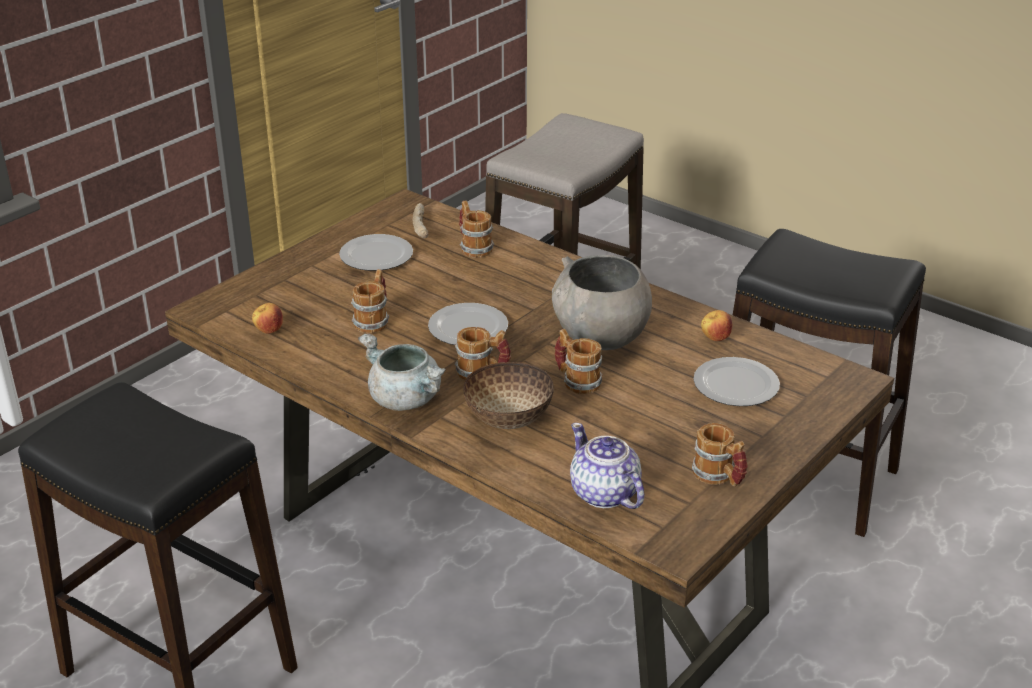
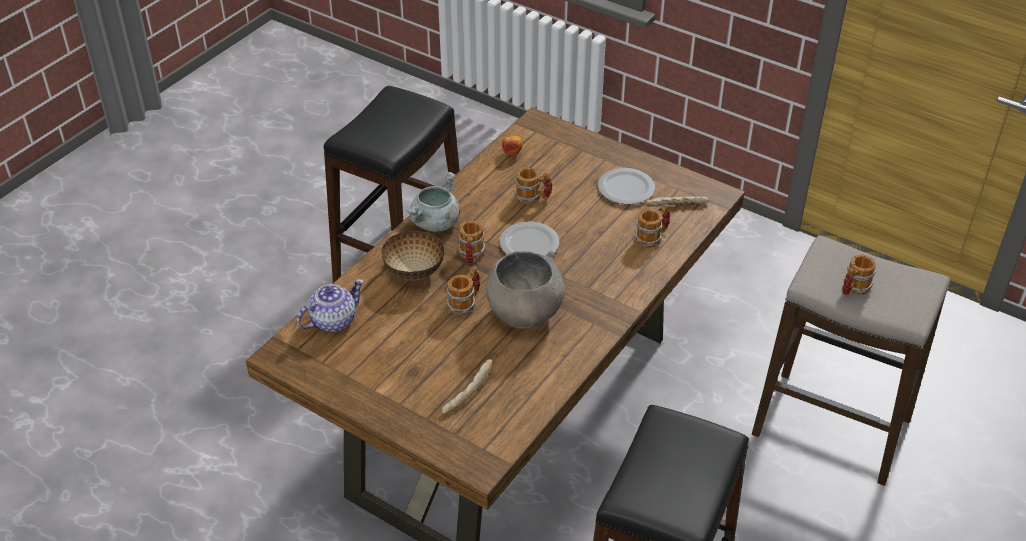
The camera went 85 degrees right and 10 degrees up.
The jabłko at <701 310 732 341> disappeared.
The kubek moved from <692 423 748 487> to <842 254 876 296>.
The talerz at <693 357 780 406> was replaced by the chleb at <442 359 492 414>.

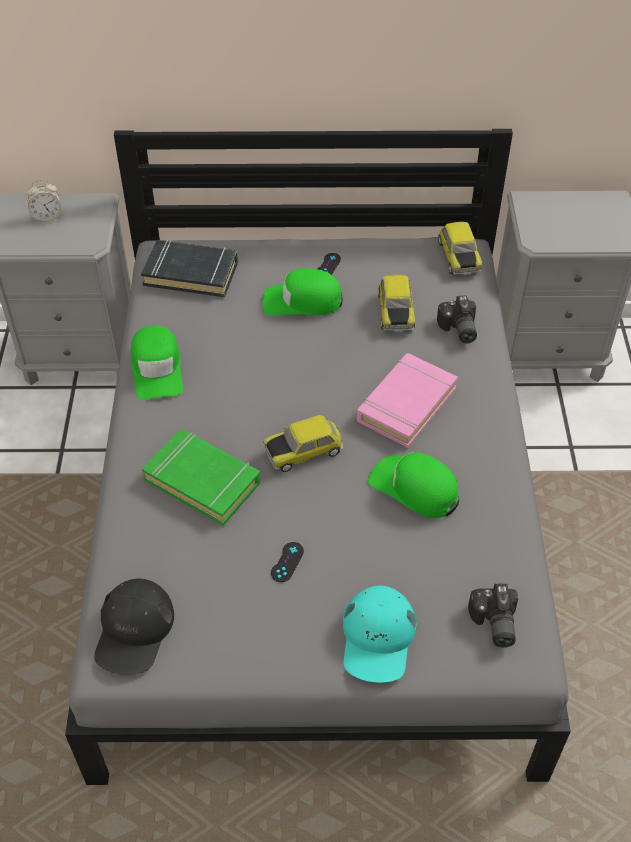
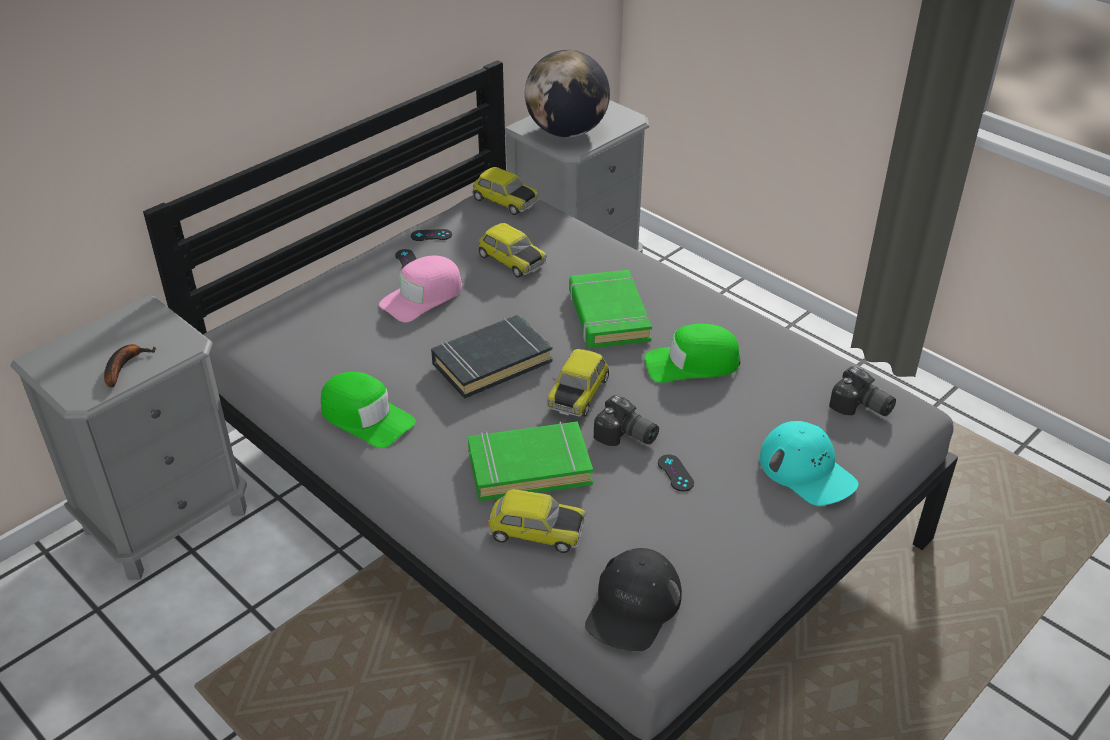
The camera went 45 degrees left and 10 degrees down.
The budzik at <27 180 61 223> disappeared.
The banan at <104 344 156 388> appeared.
The pad do gier/czarny at <411 229 452 241> appeared.
The samochodzik at <488 489 586 553> appeared.
The globus at <525 50 610 137> appeared.
The książka/czarny moved from <141 239 238 297> to <431 314 553 399>.
The aparat fotograficzny moved from <437 295 477 343> to <594 395 659 446>.
The czapka z daszkiem/zielony at <262 268 343 316> became the czapka z daszkiem/różowy at <379 256 462 322>.
The książka/różowy at <357 353 458 448> became the książka/zielony at <569 270 652 348>.
The czapka z daszkiem/czarny at <94 579 174 675> turned 60 degrees clockwise.

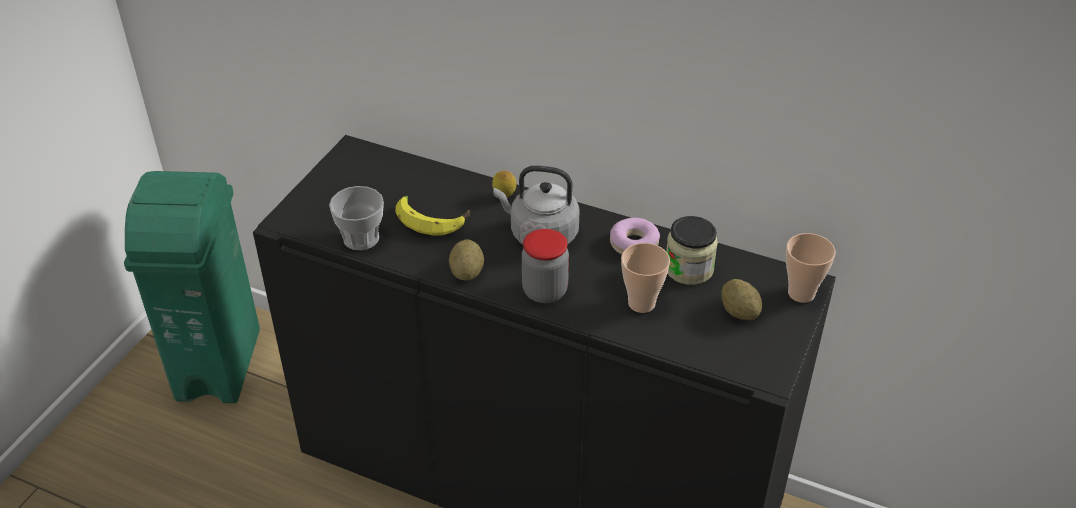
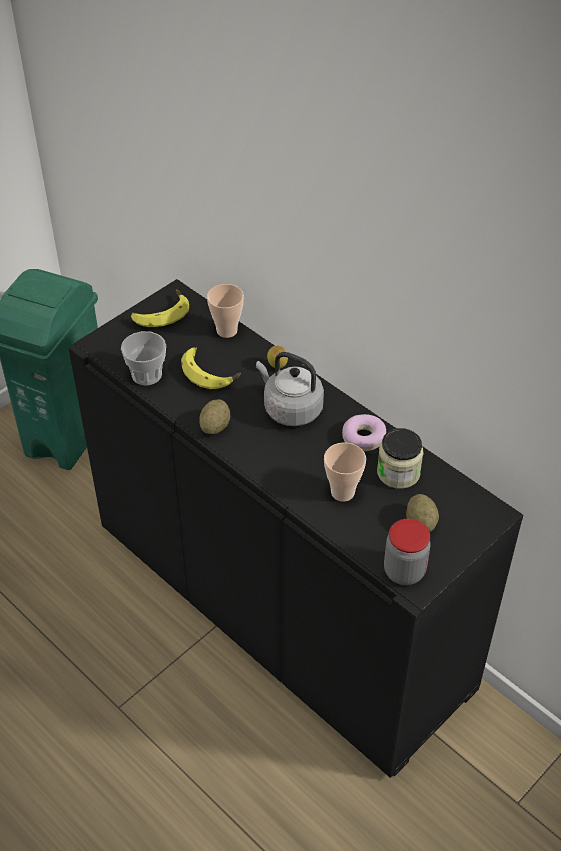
The camera went 20 degrees right and 5 degrees up.
The banan at <131 289 189 327> appeared.
The słoik moved from <522 229 569 303> to <384 519 430 585>.
The filiżanka moved from <786 233 835 303> to <207 284 244 338>.

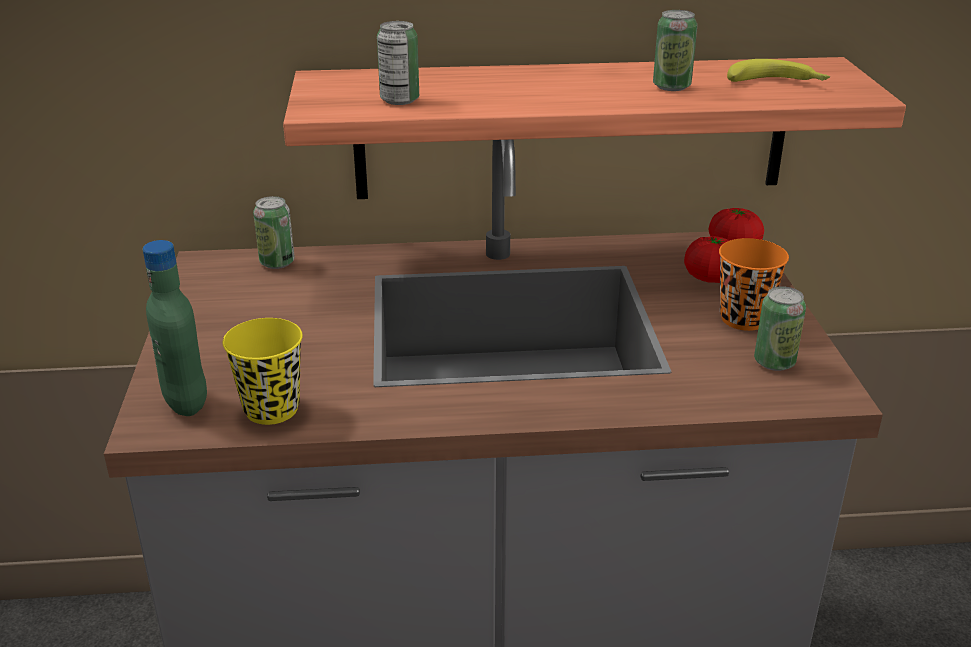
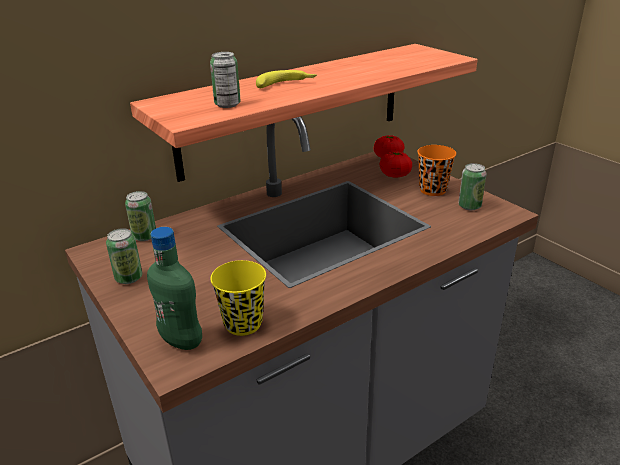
The camera went 30 degrees left and 0 degrees up.
The puszka moved from <653 10 697 91> to <106 228 142 284>.
The banan moved from <727 59 830 82> to <256 70 317 88>.

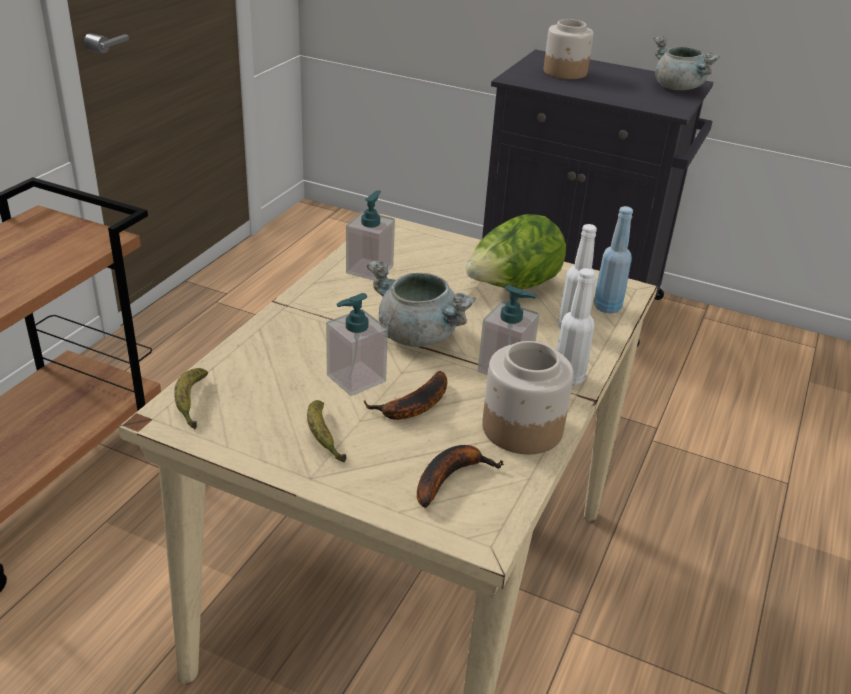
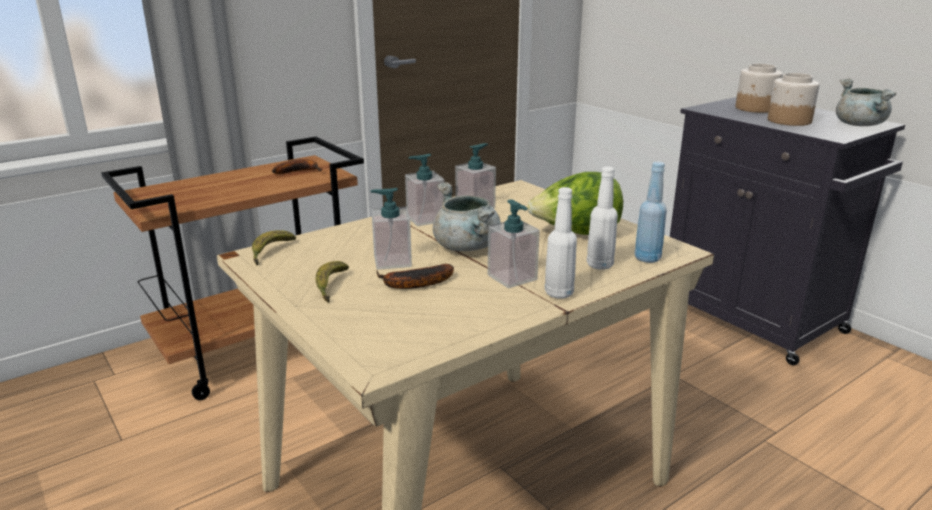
The camera went 30 degrees right and 10 degrees down.
The dozownik mydła at <405 154 444 226> appeared.
The banan moved from <417 445 504 508> to <272 159 322 174>.
The słoik moved from <482 341 573 454> to <768 73 820 126>.

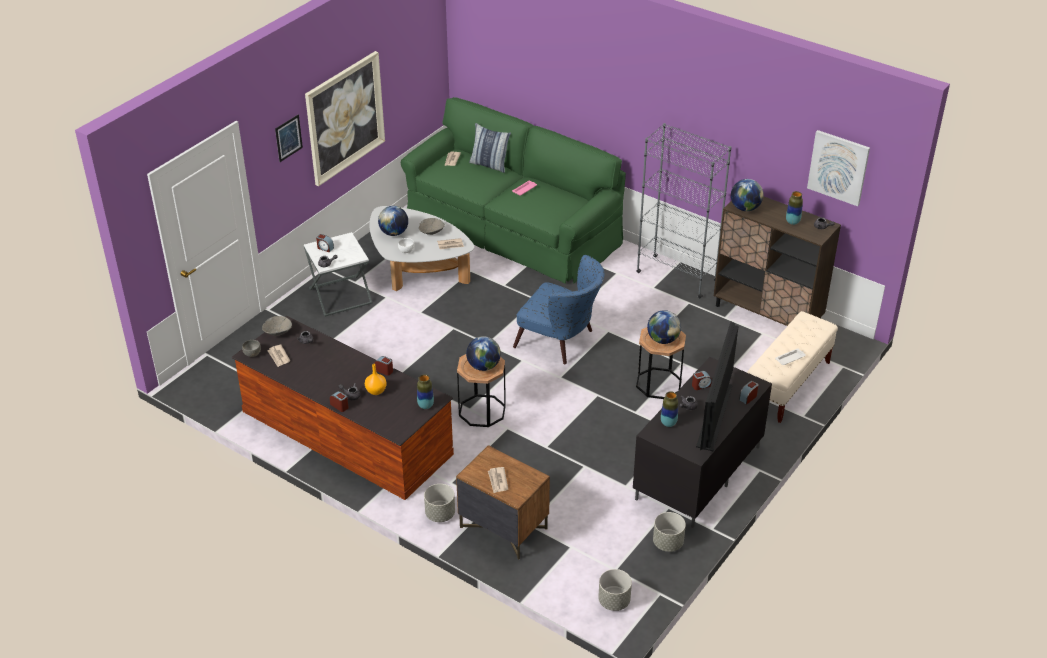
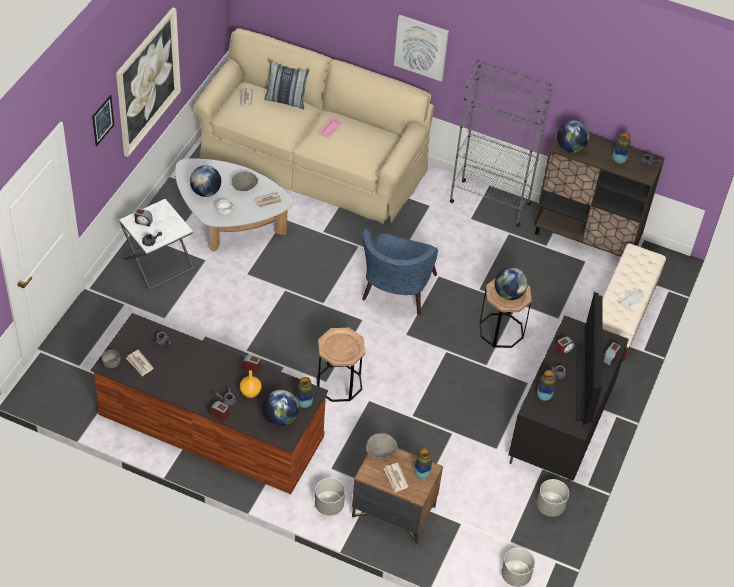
The camera went 15 degrees left and 10 degrees up.
The wazon at <414 448 432 479> appeared.
The miska/szary moved from <262 316 292 336> to <366 433 398 458>.
The globus moved from <466 336 501 371> to <263 390 299 426>.
The obraz moved from <807 130 870 206> to <394 15 449 82>.
The kanapa/zielony at <401 97 626 284> became the kanapa/beżowy at <194 28 434 224>.
The fotel/niebieski at <513 255 604 364> turned 90 degrees clockwise.

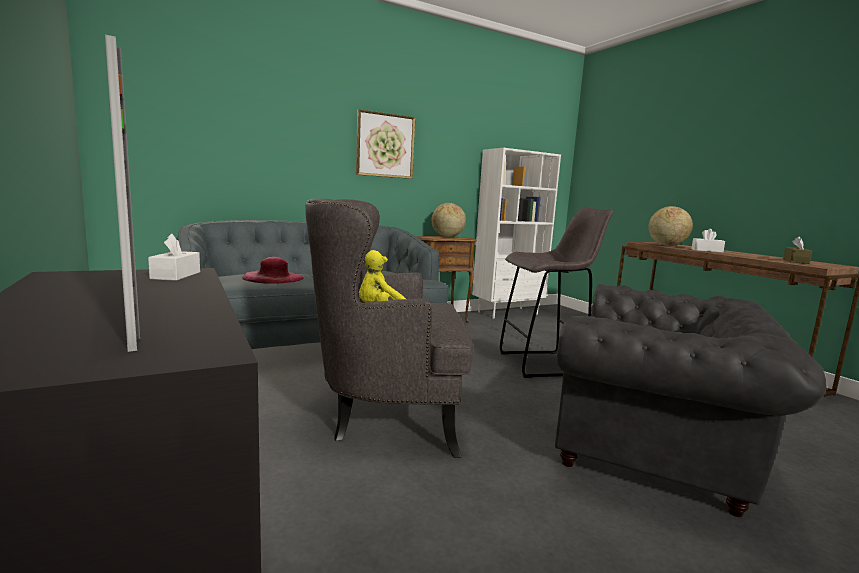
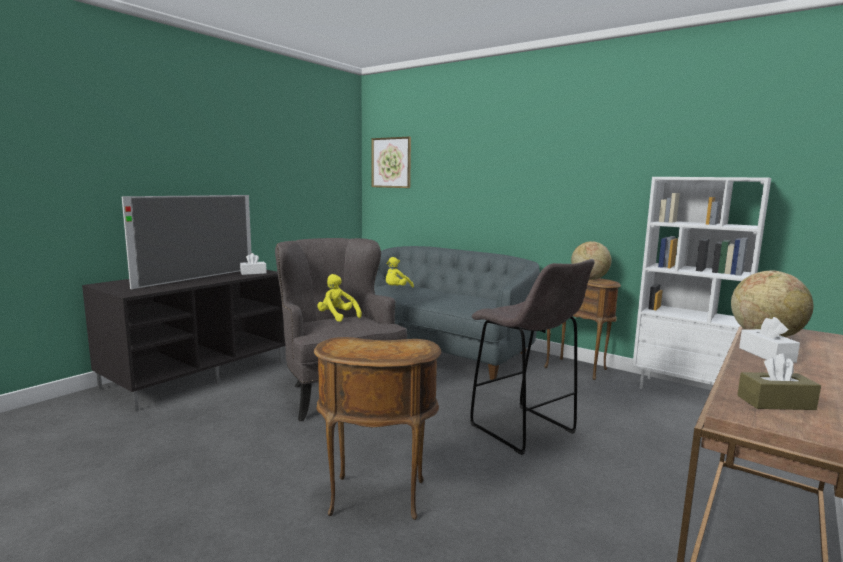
The camera went 65 degrees right and 0 degrees up.
The obraz moved from <356 109 415 179> to <372 137 411 188>.
The kapelusz/różowy at <242 257 304 284> was replaced by the pluszak/żółty at <386 257 414 287>.
The fotel/szary at <555 284 827 517> was replaced by the stolik/brązowy at <314 337 441 520>.

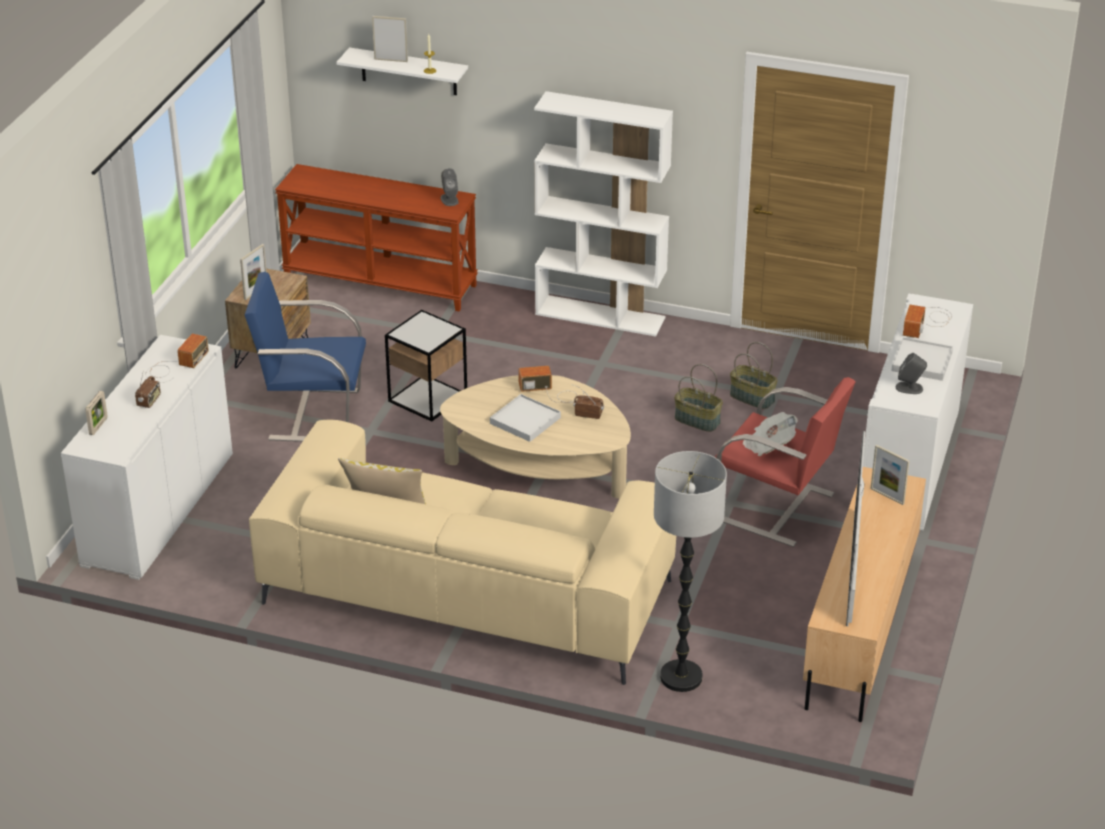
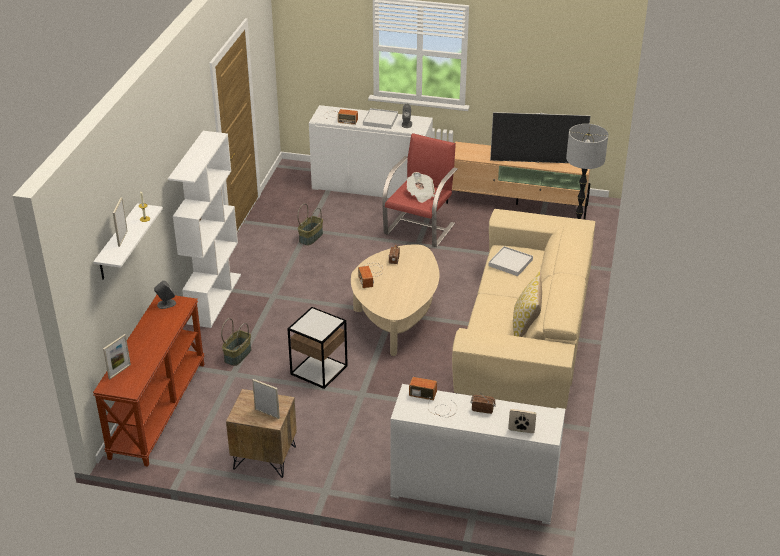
The camera went 95 degrees left and 0 degrees up.
The fotel/niebieski at <245 272 366 442> disappeared.
The taca/biały moved from <490 394 561 442> to <489 246 533 276>.
The koszyk moved from <674 364 723 432> to <221 318 251 366>.
The ramka na zdjęcie moved from <871 445 910 505> to <103 334 131 379>.

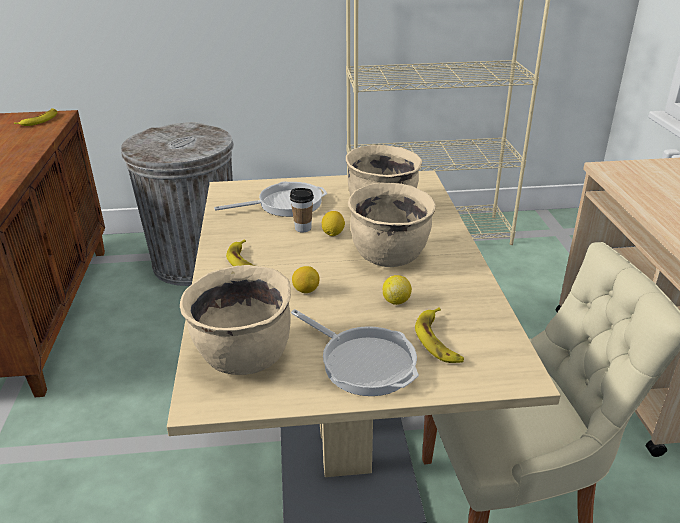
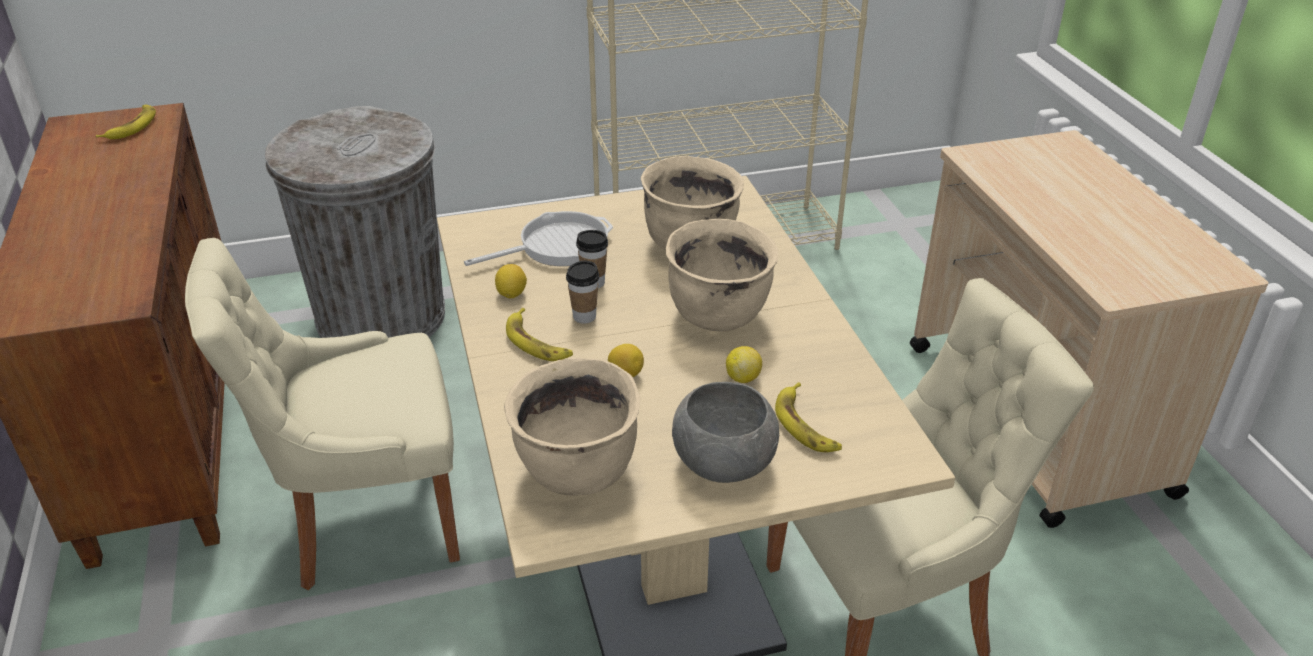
The camera went 10 degrees left and 5 degrees up.
The krzesło/beżowy at <185 238 460 590> appeared.
The filiżanka at <566 261 599 324> appeared.
The cytryna moved from <322 211 345 236> to <495 264 527 298>.
The patelnia at <291 309 419 396> was replaced by the miska/szary at <672 382 779 483>.

